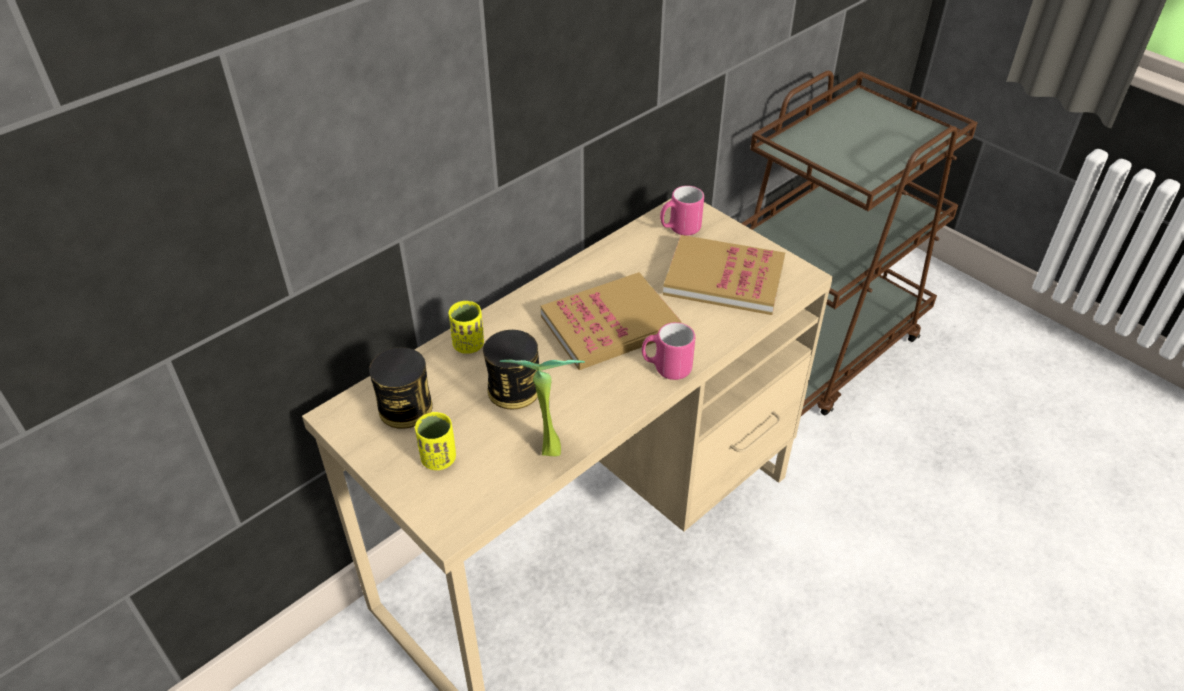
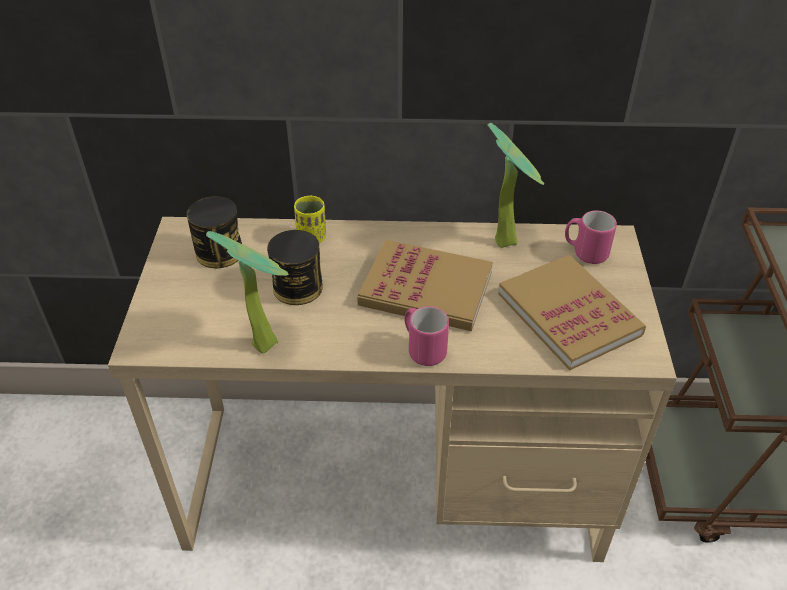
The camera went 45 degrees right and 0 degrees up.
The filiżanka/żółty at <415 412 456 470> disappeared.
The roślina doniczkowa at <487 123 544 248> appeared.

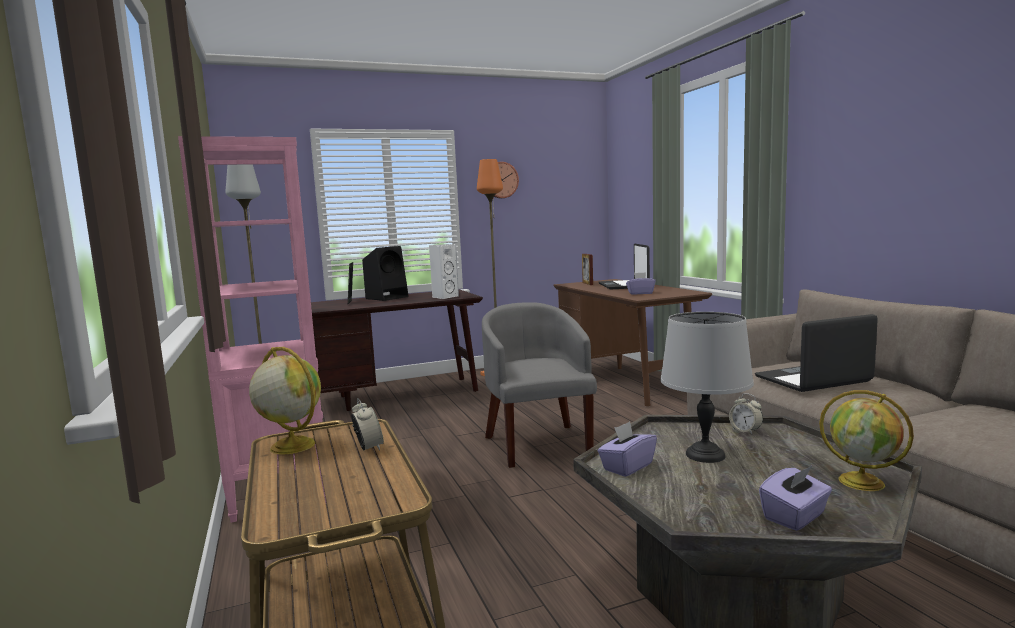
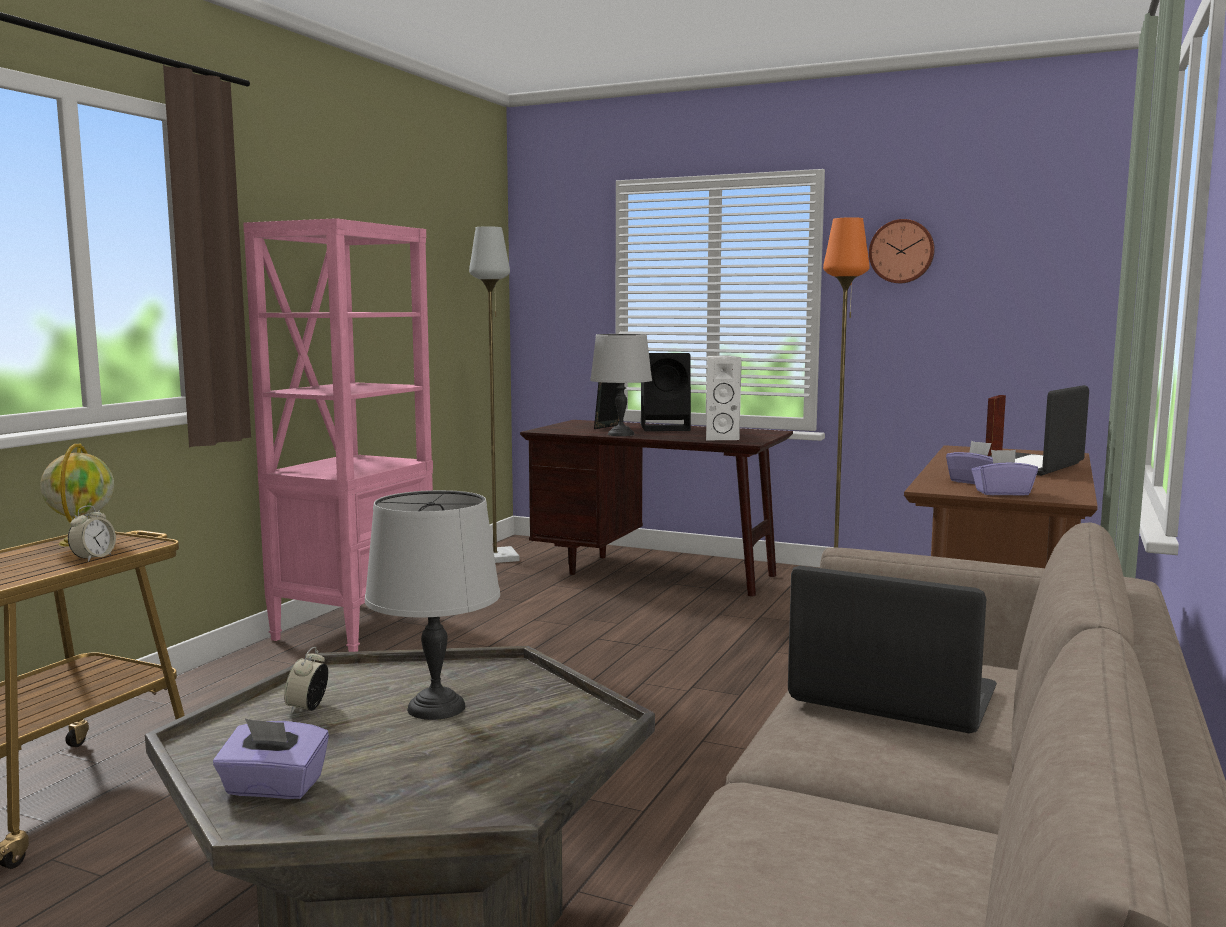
The camera went 45 degrees right and 0 degrees up.
The fotel/szary at <482 302 597 468> disappeared.
The globus at <819 390 914 491> disappeared.
The lampa stołowa/szary at <590 334 652 436> appeared.
The pudełko chusteczek/fioletowy moved from <598 422 657 477> to <971 450 1038 496>.
The budzik moved from <729 393 763 434> to <284 647 328 714>.

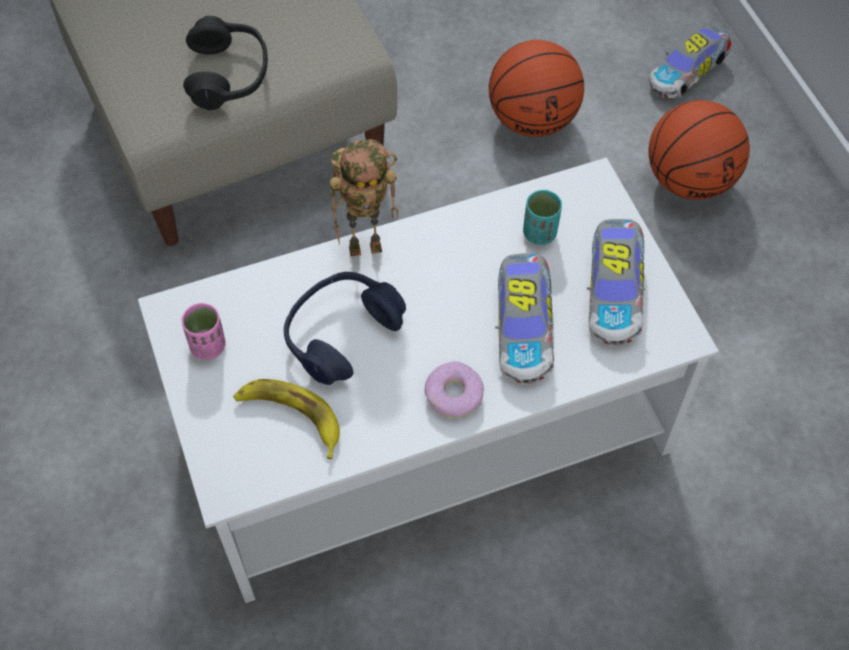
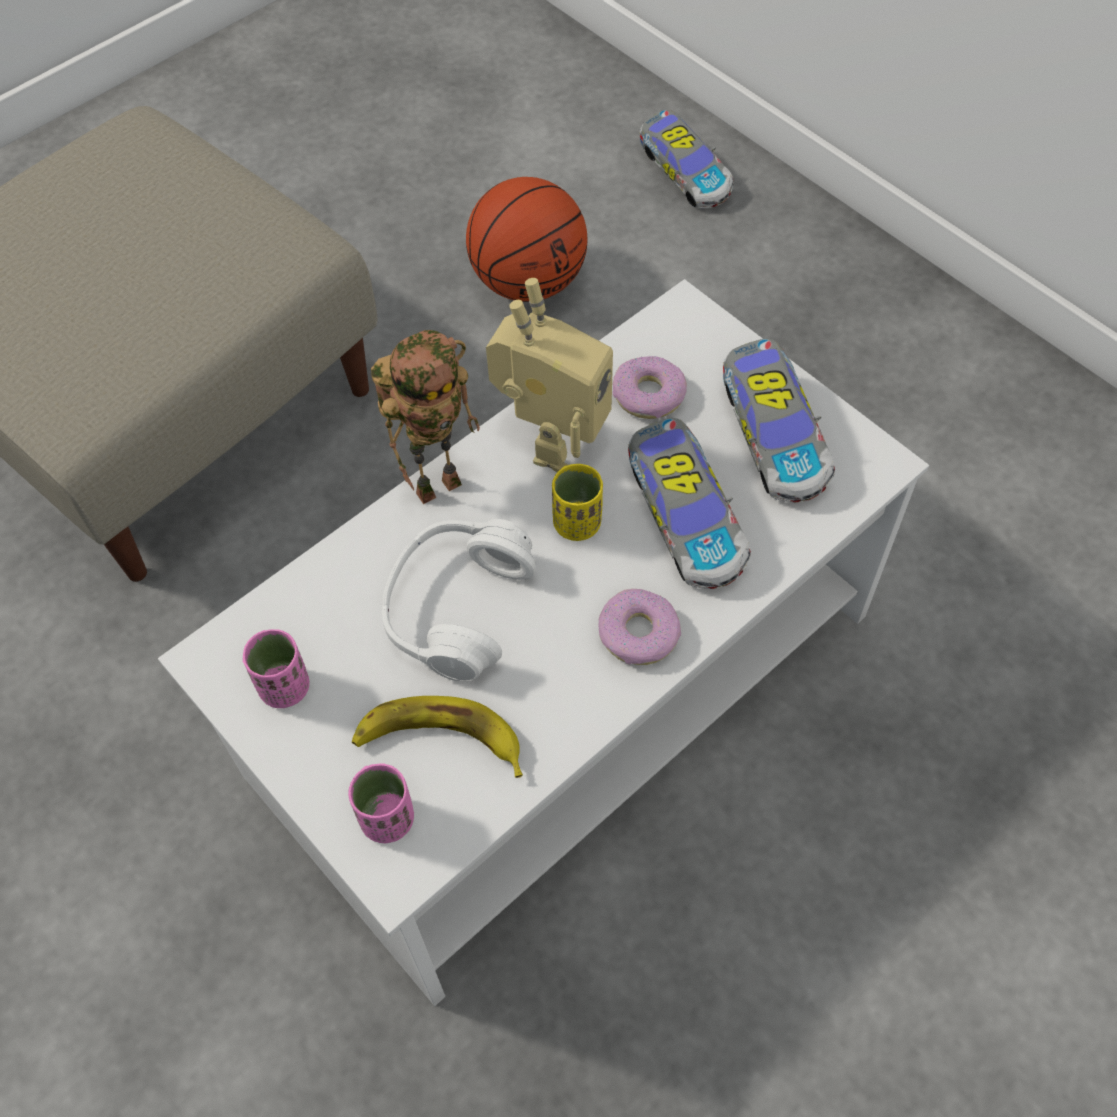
The camera went 20 degrees left and 0 degrees up.
The słuchawki/czarny at <183 16 268 110> disappeared.
The piłka do koszykówki at <649 100 750 200> disappeared.
The filiżanka/różowy at <348 763 414 843> appeared.
The robot zabawkowy at <486 278 613 472> appeared.
The filiżanka/żółty at <552 464 603 541> appeared.
The filiżanka/turkusowy at <523 190 562 245> was replaced by the donut at <613 356 687 419>.
The słuchawki/niebieski at <284 272 406 385> became the słuchawki/biały at <382 519 536 681>.
The samochodzik at <649 25 731 98> turned 60 degrees counterclockwise.

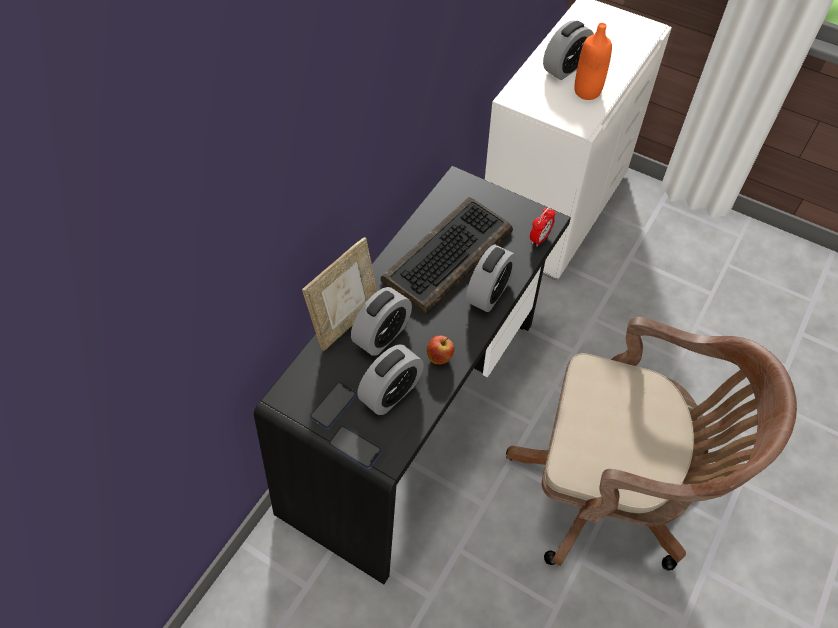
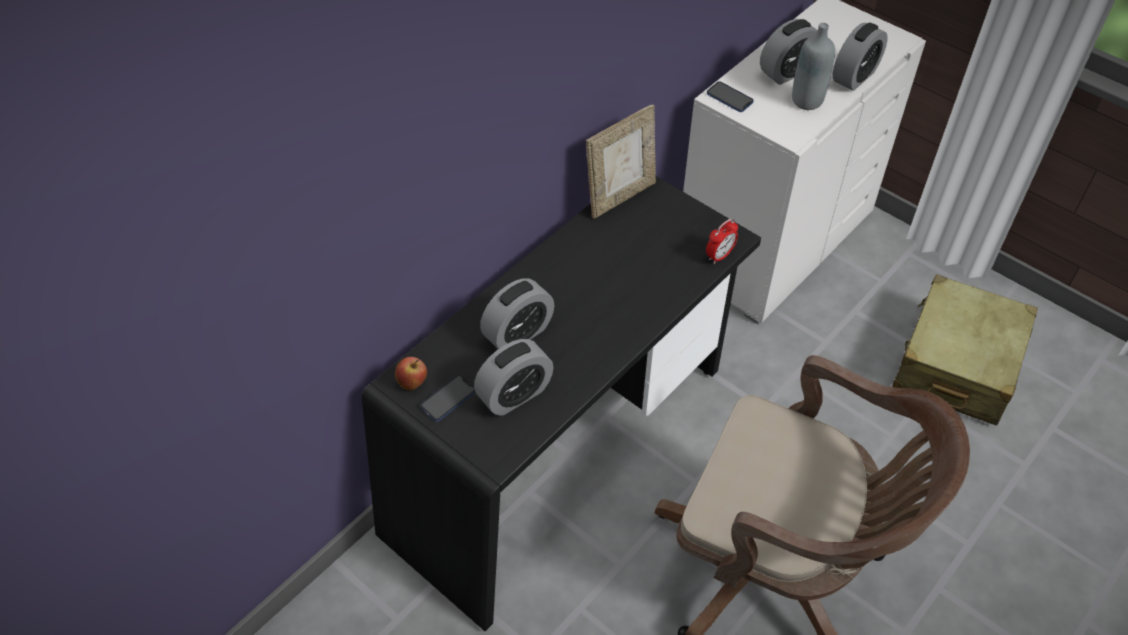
The camera went 10 degrees right and 5 degrees down.
The klawiatura at <381 197 513 314> disappeared.
The walizka/beżowy at <892 275 1038 426> appeared.
The ramka na zdjęcie moved from <302 237 377 351> to <586 105 656 219>.
The telefon moved from <329 426 381 469> to <707 81 754 112>.
The jabłko moved from <427 335 454 364> to <395 357 427 390>.
The budzik moved from <466 244 517 312> to <833 23 888 91>.
The butelka/pomarańczowy at <574 23 612 100> became the butelka/szary at <792 23 835 110>.

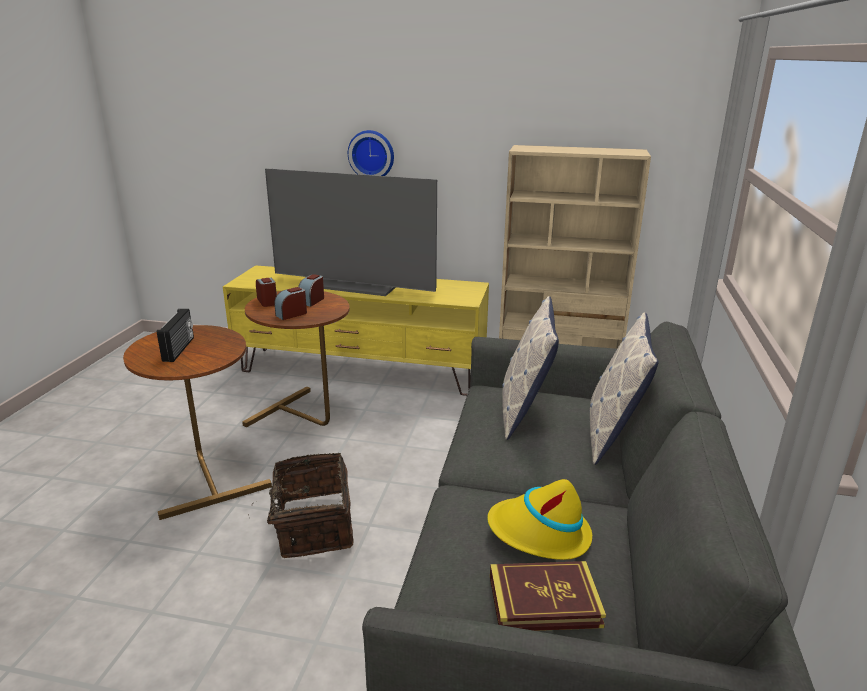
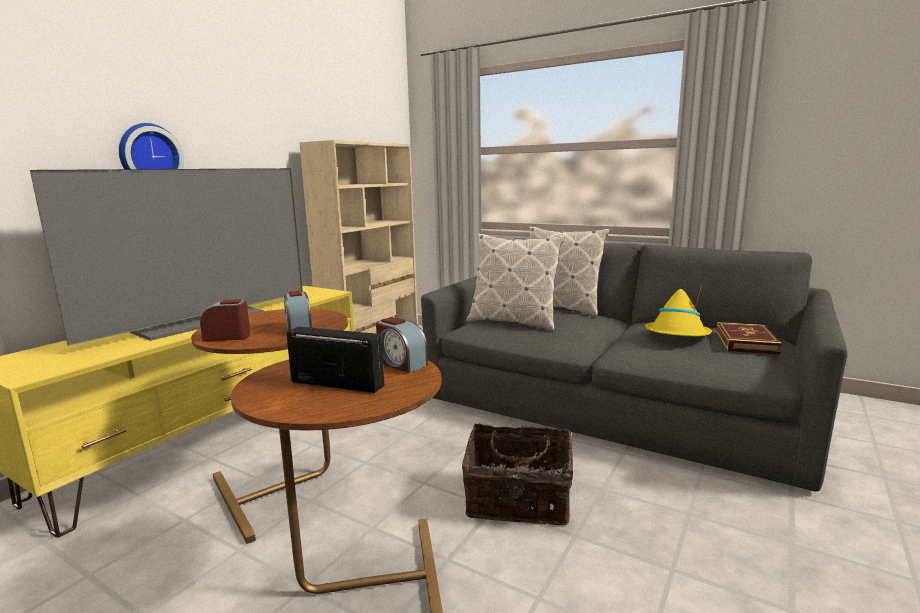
The camera went 70 degrees left and 10 degrees down.
The budzik moved from <298 274 324 306> to <376 317 428 373>.

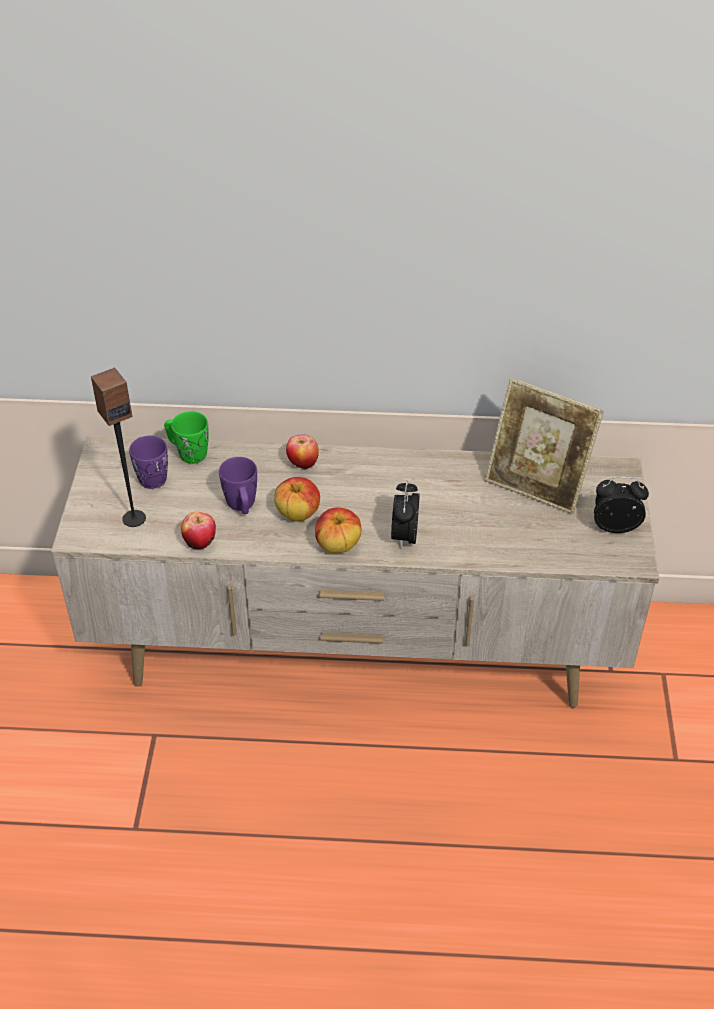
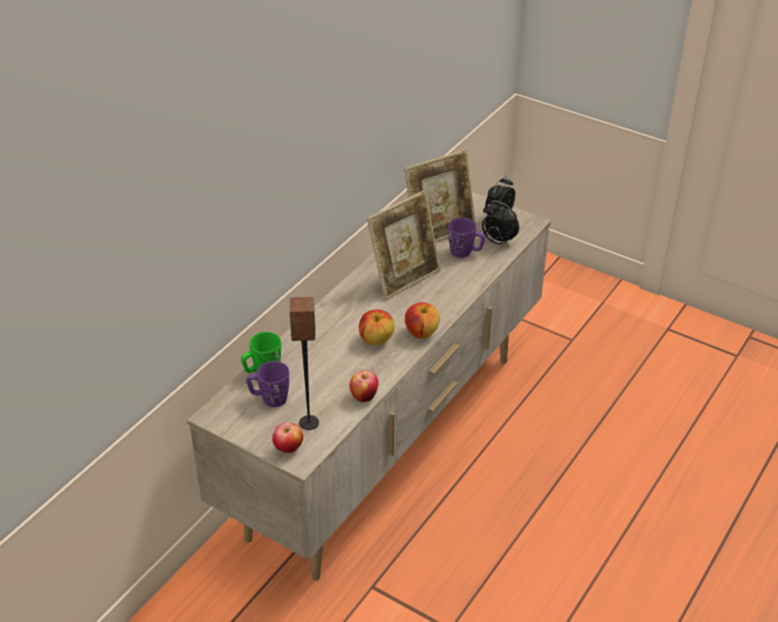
The camera went 60 degrees left and 5 degrees down.
The ramka na zdjęcie at <367 190 441 300> appeared.
The kubek/fioletowy moved from <219 457 257 514> to <448 217 485 258>.
The jabłko moved from <286 435 319 469> to <272 422 303 453>.
The budzik moved from <391 481 419 549> to <482 201 519 246>.

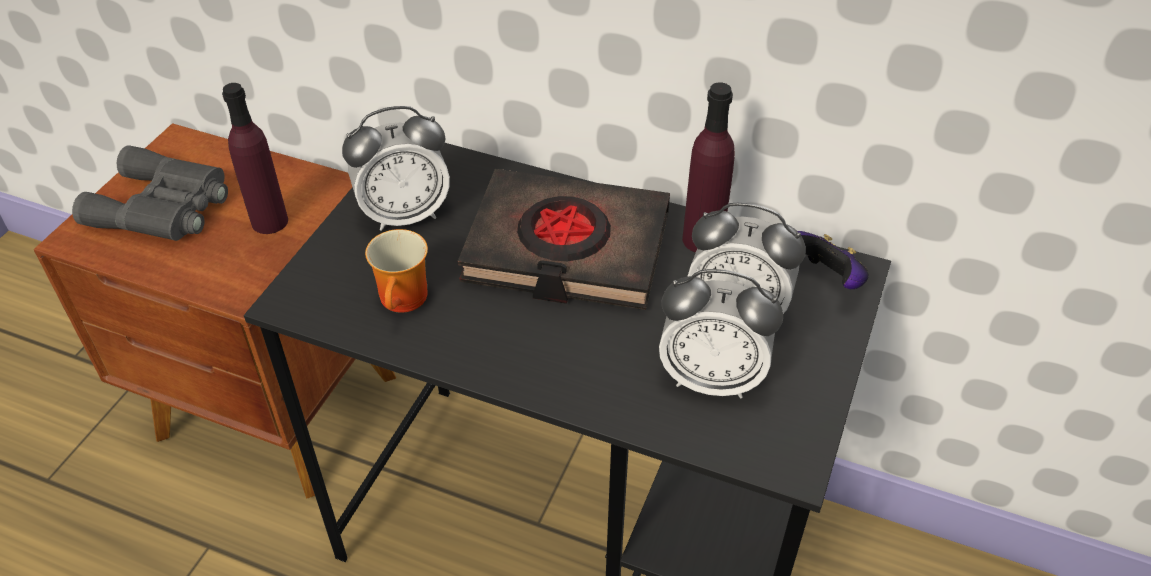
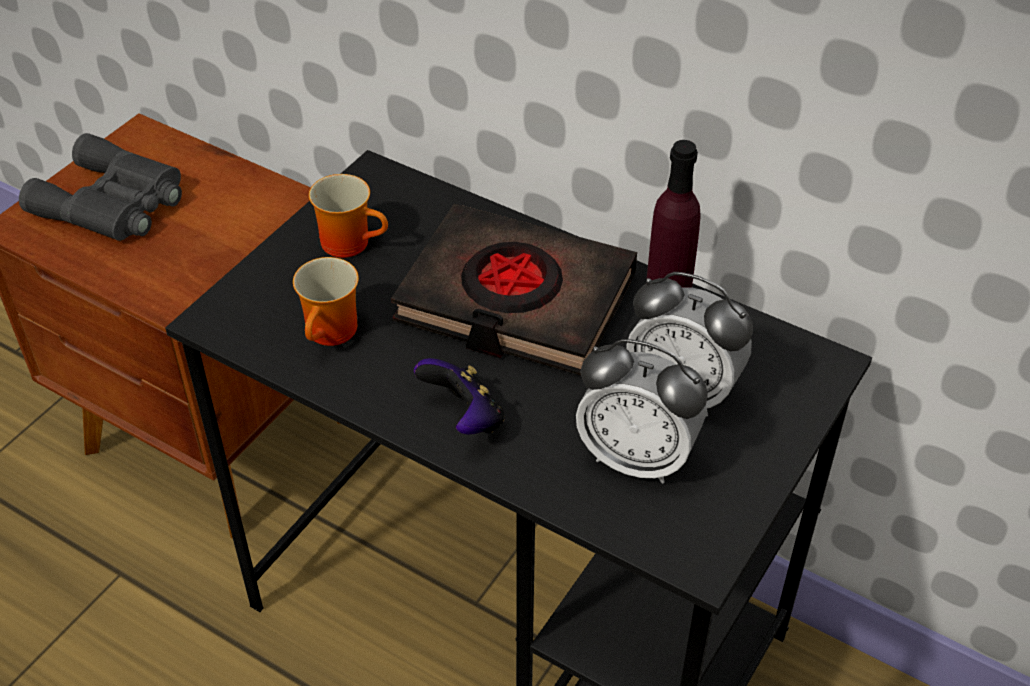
The camera went 10 degrees right and 0 degrees up.
The butelka/fioletowy at <222 83 288 234> disappeared.
The pad do gier moved from <798 231 869 289> to <414 358 505 434>.
The budzik at <342 106 450 231> was replaced by the kubek at <309 174 388 258>.

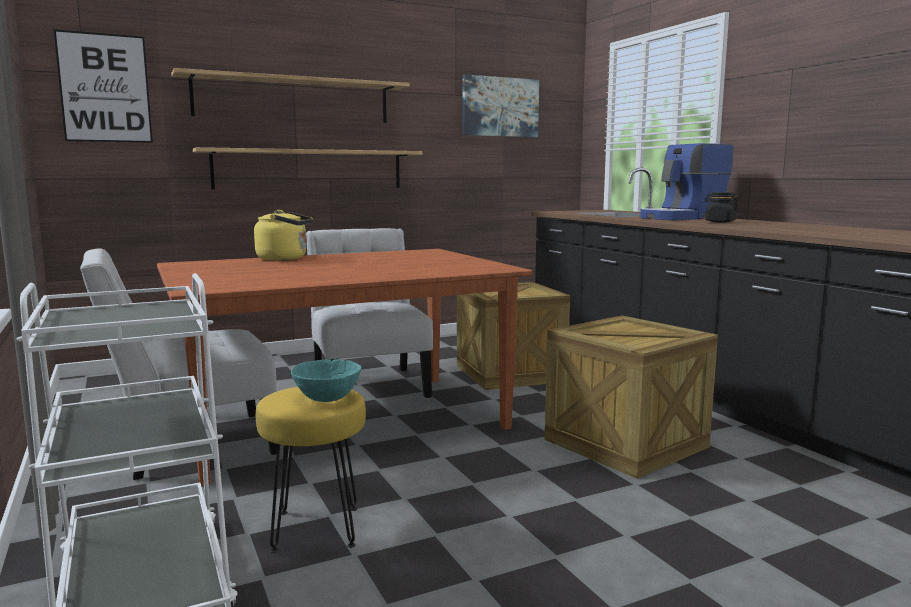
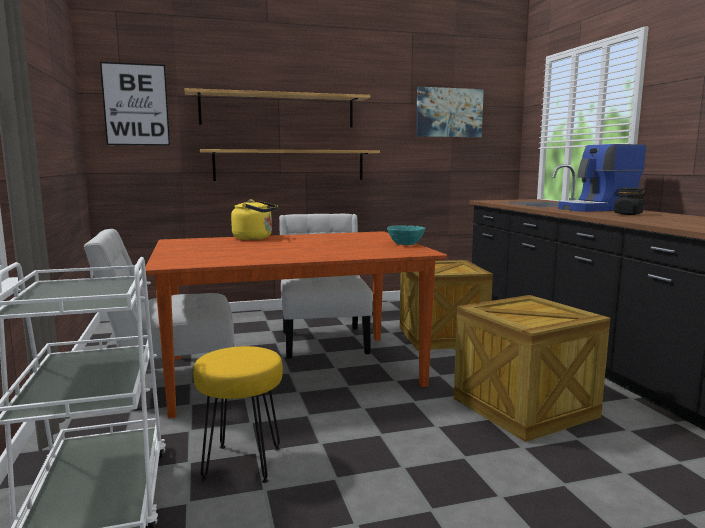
The camera went 10 degrees right and 0 degrees up.
The miska/turkusowy moved from <291 359 361 402> to <387 225 425 245>.

